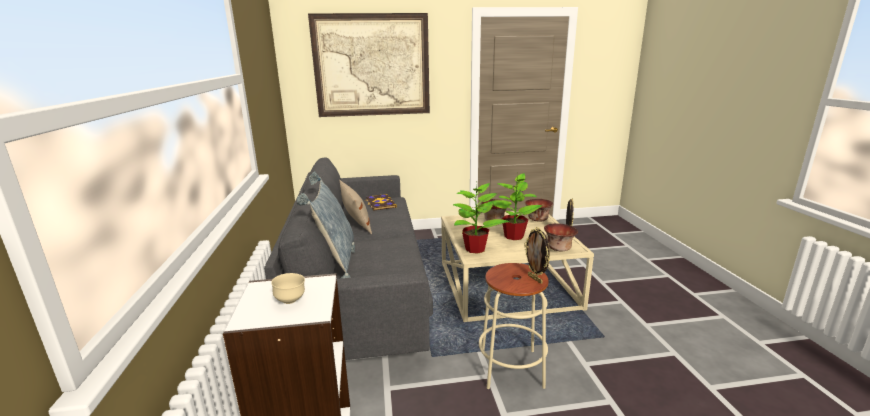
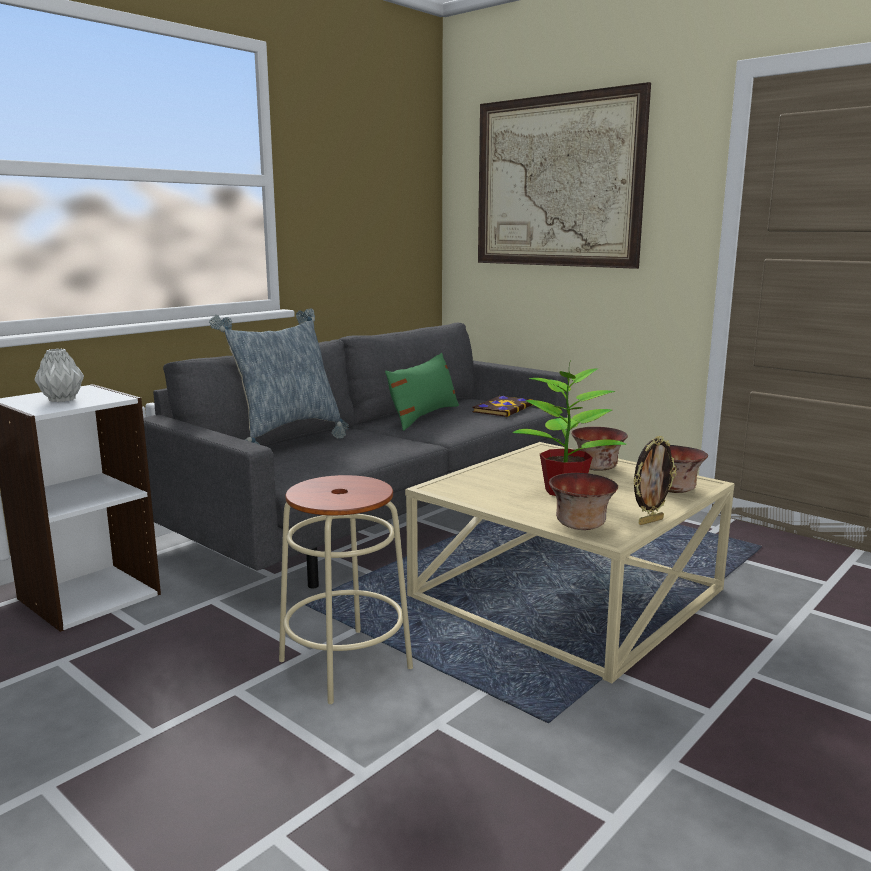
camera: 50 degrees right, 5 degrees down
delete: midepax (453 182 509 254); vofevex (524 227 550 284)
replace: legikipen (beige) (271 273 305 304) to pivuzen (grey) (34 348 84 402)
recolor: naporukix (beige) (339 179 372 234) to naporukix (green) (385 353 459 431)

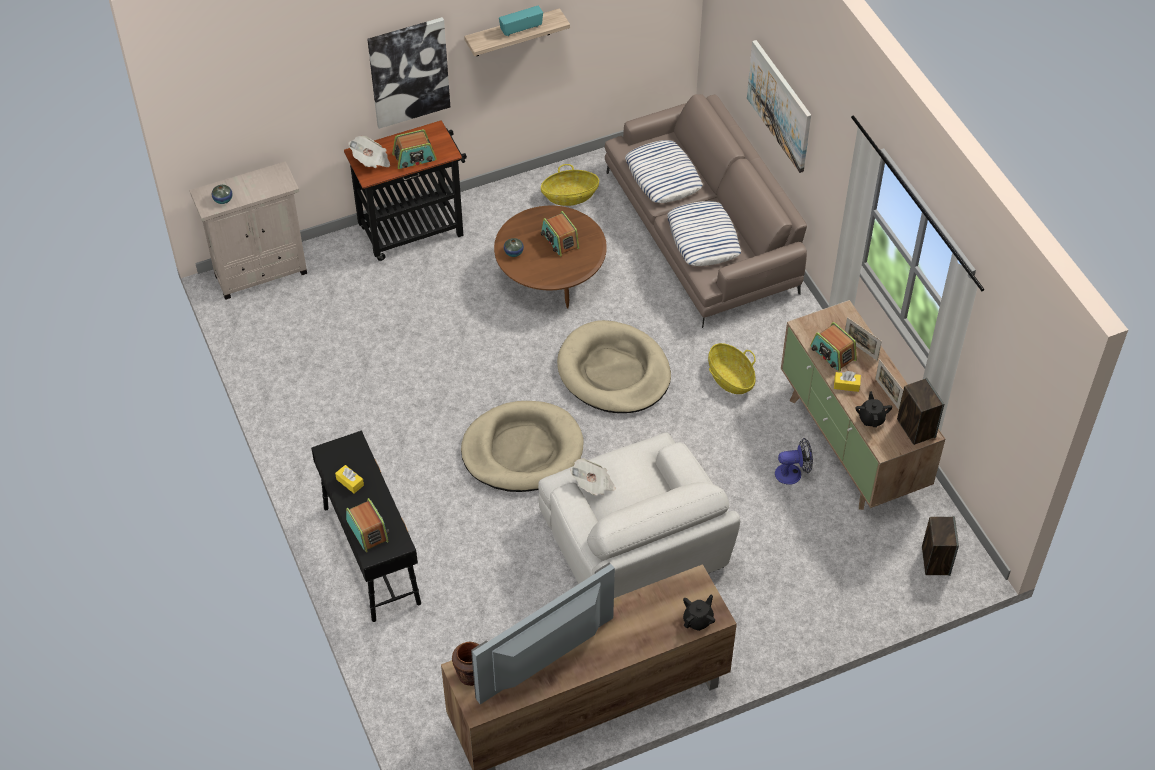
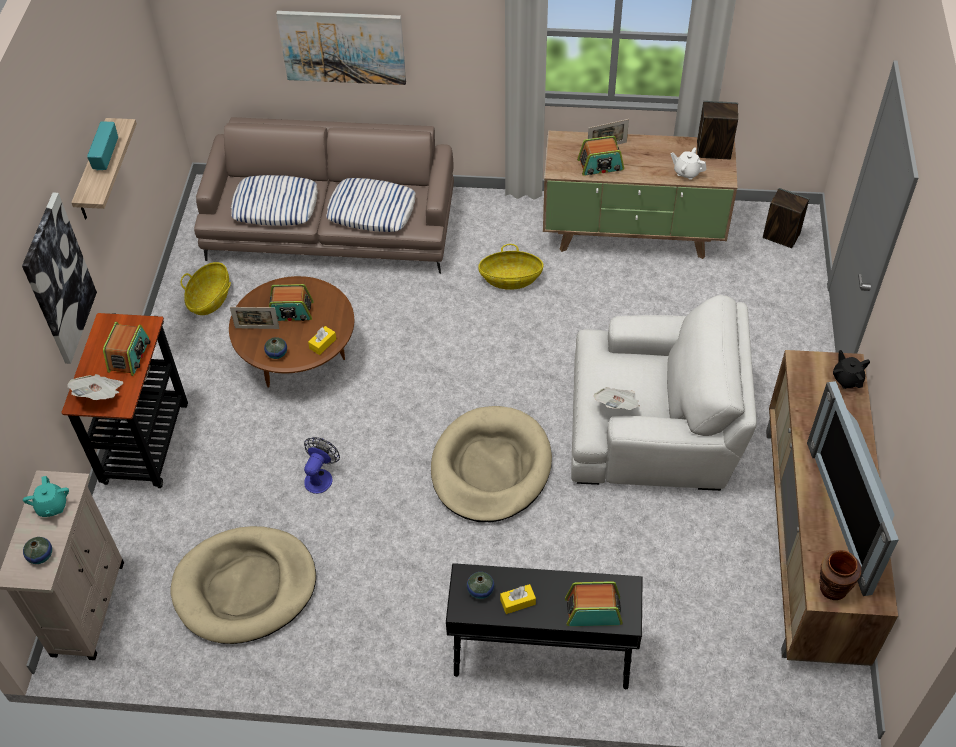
camera: 60 degrees left, 0 degrees up
insert: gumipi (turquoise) (23 476 69 517); pivuzen (467 572 494 599)
move: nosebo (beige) (557 320 671 413) to (170 526 316 644); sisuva (775 438 813 485) to (304 437 340 494); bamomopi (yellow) (834 371 861 392) to (308 326 336 355); vofevex (875 359 903 410) to (230 307 280 329)
recolor: gumipi (black) (855 391 892 427) to gumipi (white) (671 147 707 180)

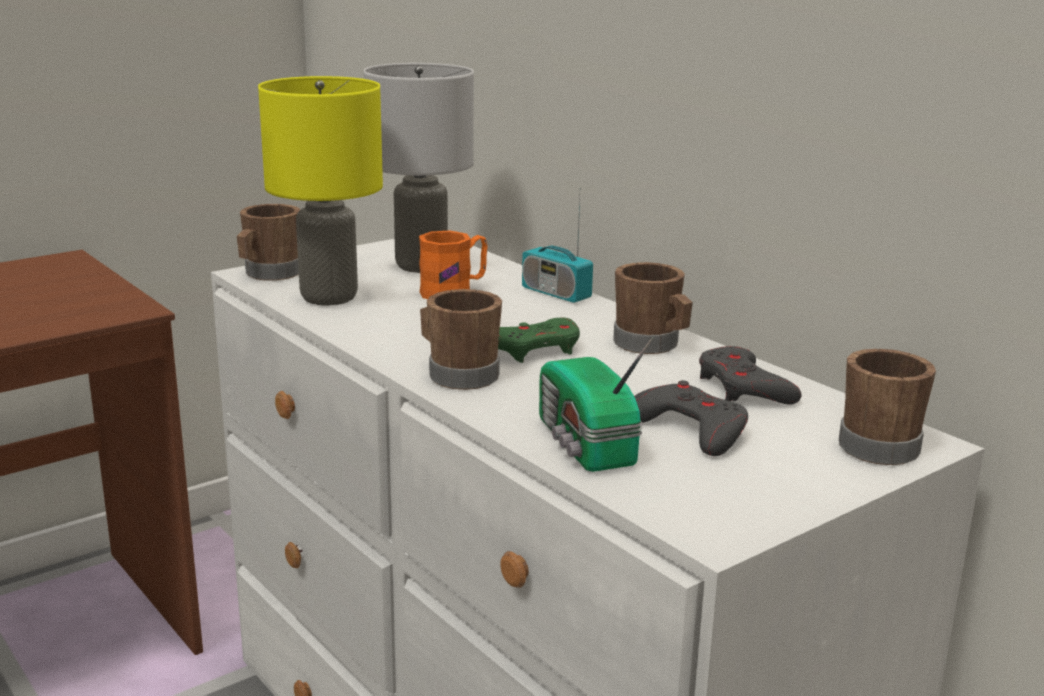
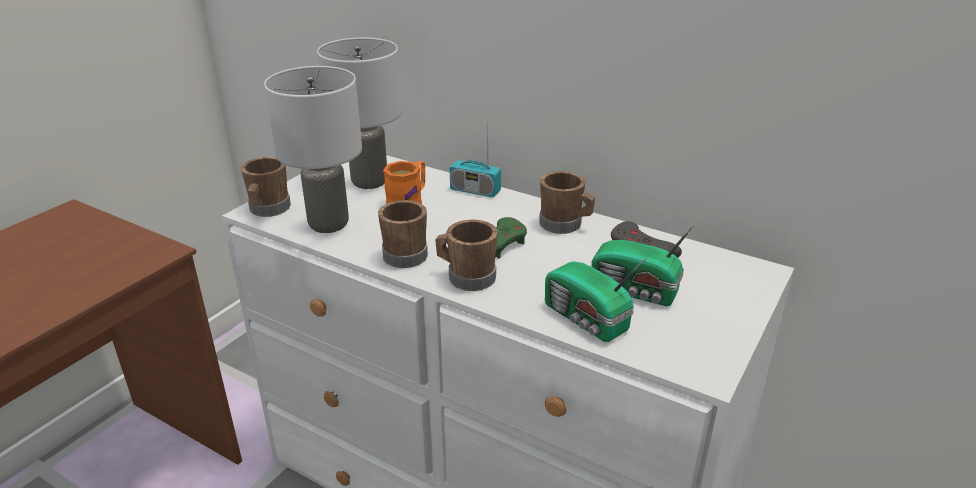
camera: 20 degrees left, 10 degrees up
move: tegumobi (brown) (839 349 936 465) to (378 200 428 268)
replace: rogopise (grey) (634 380 748 456) to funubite (591 220 698 306)
recolor: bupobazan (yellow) (258 76 383 306) to bupobazan (white) (264 66 362 233)

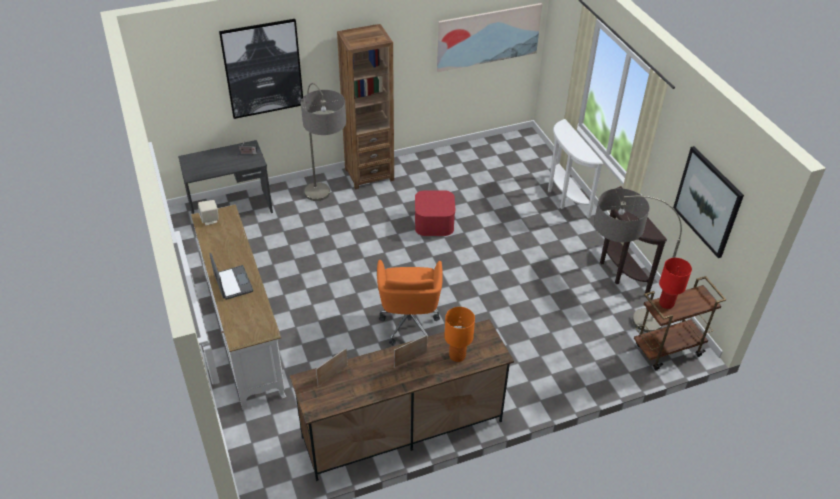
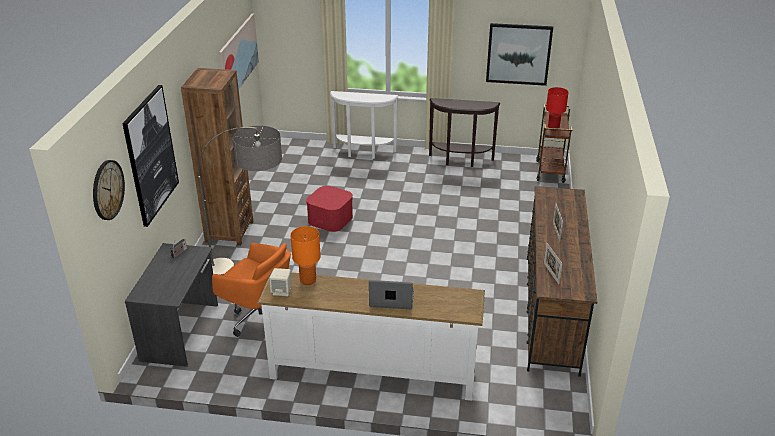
camera: 60 degrees left, 10 degrees down
delete: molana (594 188 682 332)
insert: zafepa (93 160 125 220)
move: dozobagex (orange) (377 260 443 346) to (212 243 291 337); bupobazan (orange) (444 307 475 362) to (290 226 321 285)

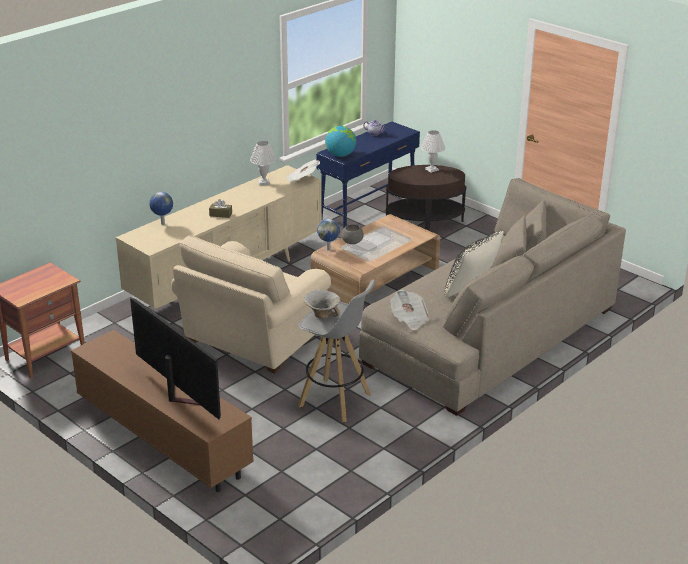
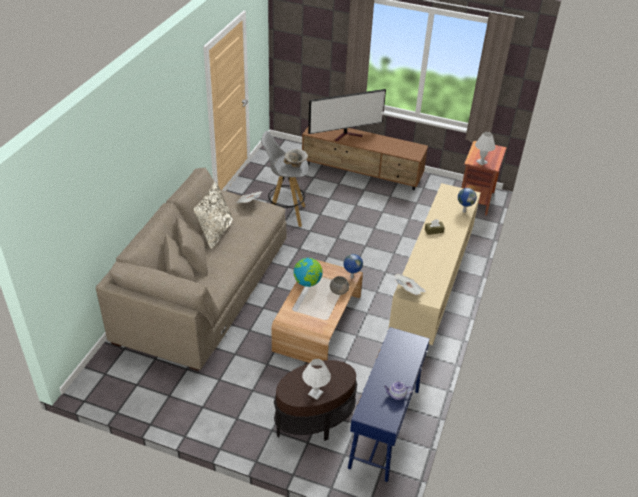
camera: 155 degrees right, 10 degrees up
delete: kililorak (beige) (171 235 331 374)
move: bupobazan (white) (250 141 277 186) to (475 132 495 165); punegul (325 126 356 157) to (294 258 323 287)
rotate: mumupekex (130 298 221 419) = (308 89 386 141) 45 degrees counterclockwise

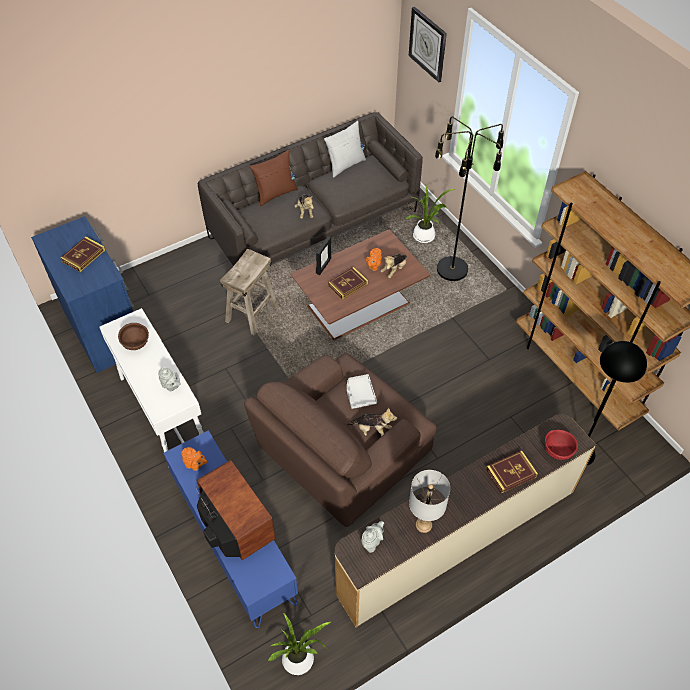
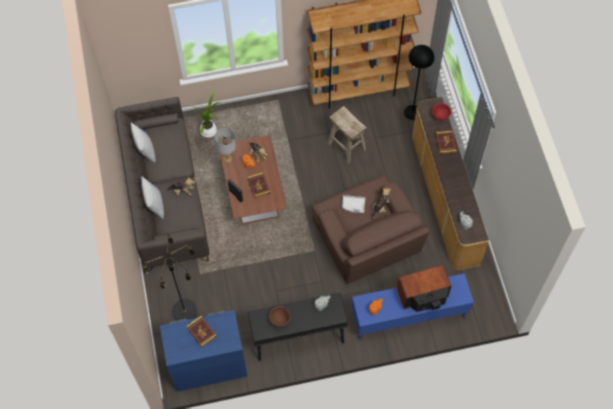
camera: 70 degrees left, 10 degrees up
delete: midepax (268 613 331 675); zafepa (409 7 447 83)
move: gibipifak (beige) (220 248 278 335) to (327 106 367 164); bupobazan (grey) (409 470 450 533) to (215 128 236 163); molana (435 116 504 281) to (143 234 197 321)
recolor: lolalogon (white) (100 308 204 468) to lolalogon (black) (248 292 348 361); naporukix (brown) (250 150 298 206) to naporukix (grey) (141 177 164 219)

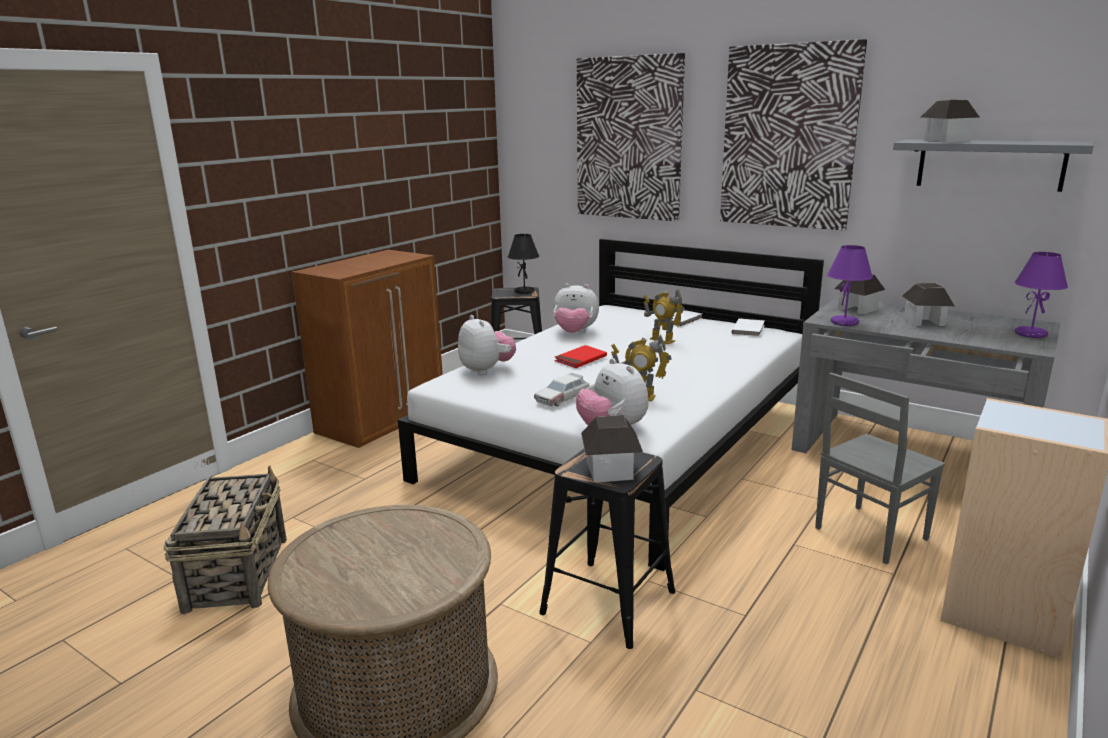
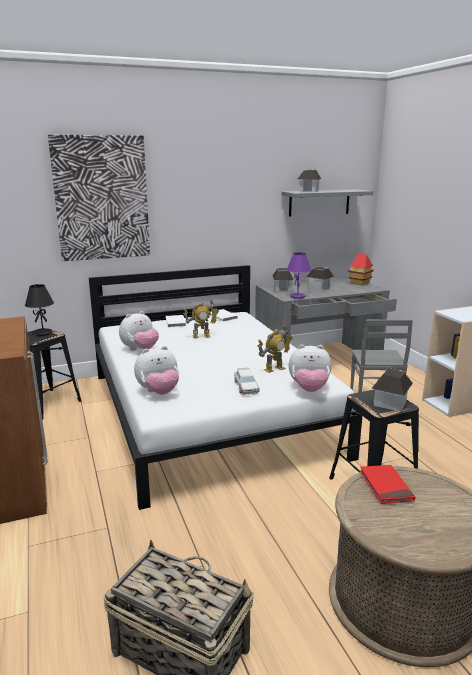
camera: 55 degrees left, 0 degrees up
delete: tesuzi (720 39 867 231)
move: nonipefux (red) (555 345 607 368) to (360 465 415 504)
replace: bupobazan (purple) (1015 252 1068 338) to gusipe (348 254 374 286)
rotate: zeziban (458 315 516 375) = (134 346 179 395) 150 degrees clockwise

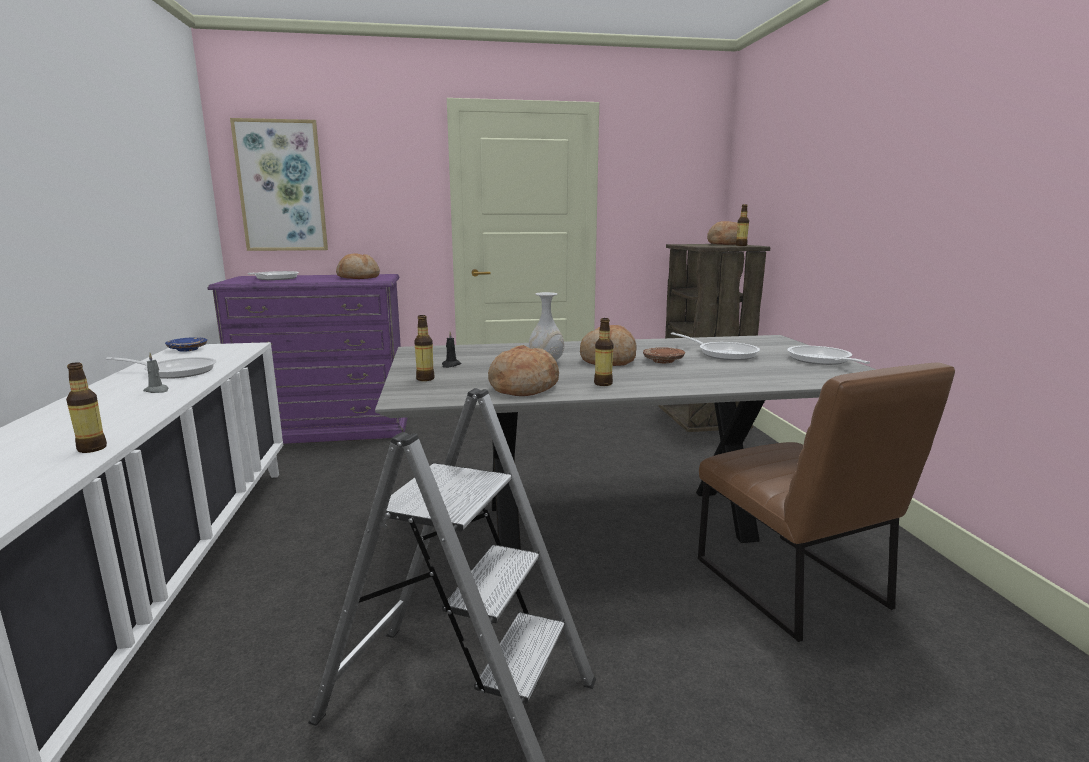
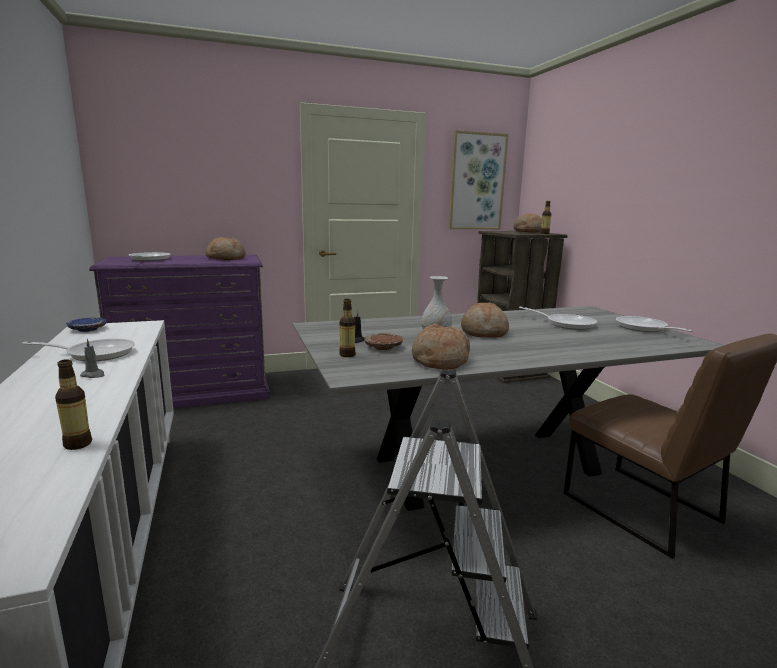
camera: 10 degrees left, 0 degrees up
delete: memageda (594 318 613 386)
move: tesuzi (230 118 328 251) to (448 130 509 229); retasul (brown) (643 347 685 363) to (364 333 403 350)

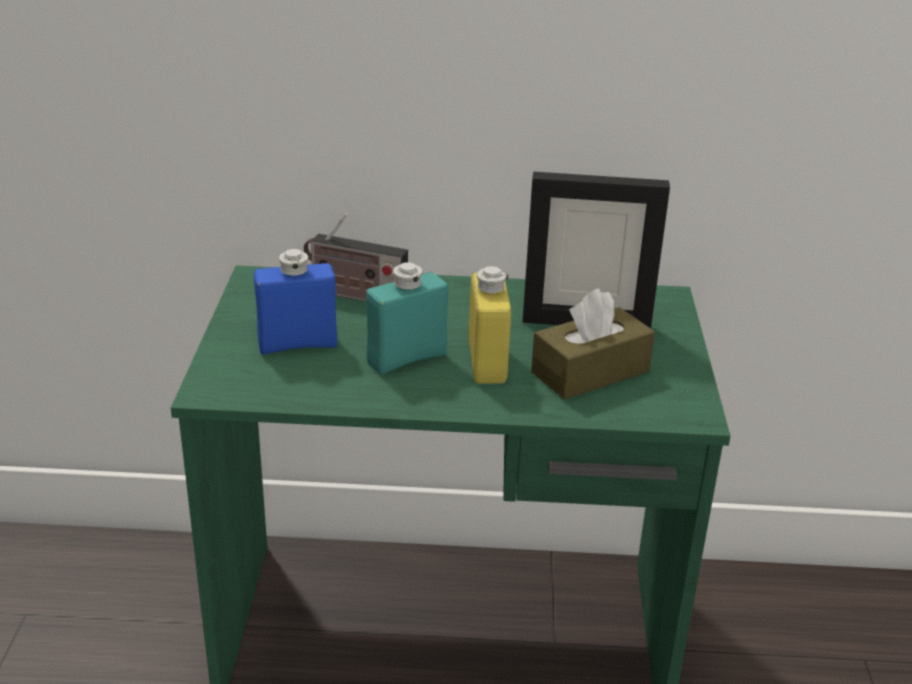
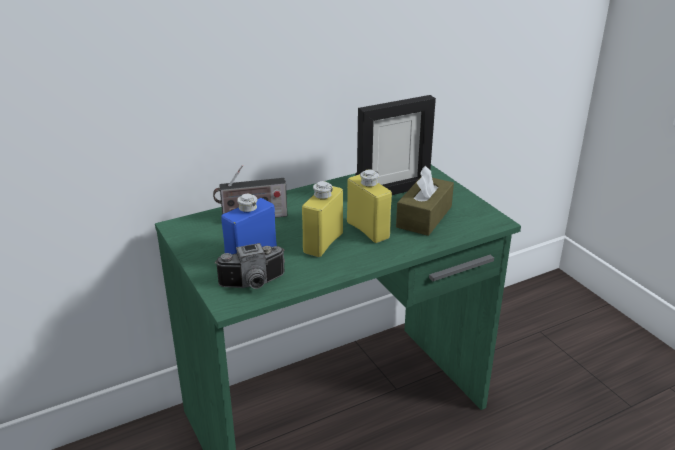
camera: 30 degrees left, 0 degrees up
insert: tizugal (215 243 285 289)
recolor: memageda (turquoise) (366 262 448 375) to memageda (yellow) (302 181 343 257)

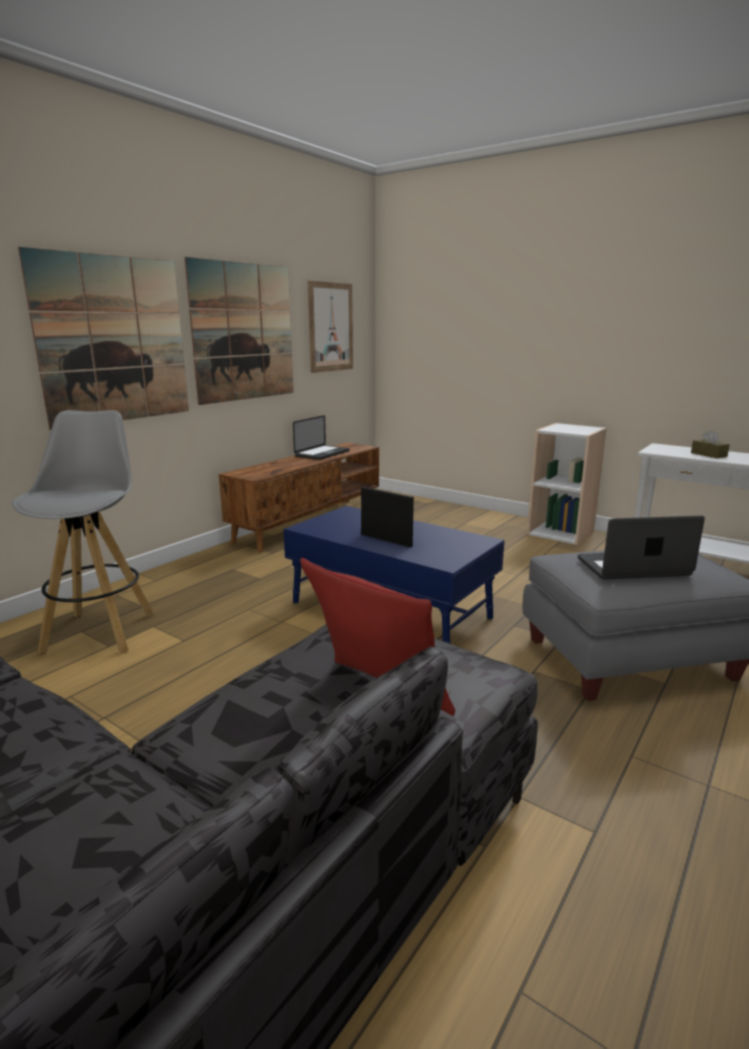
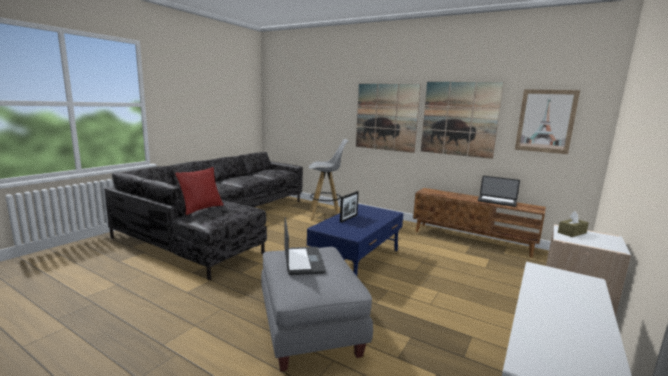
camera: 85 degrees right, 5 degrees down
move: bamomopi (brown) (691 430 730 458) to (558 211 589 237)

